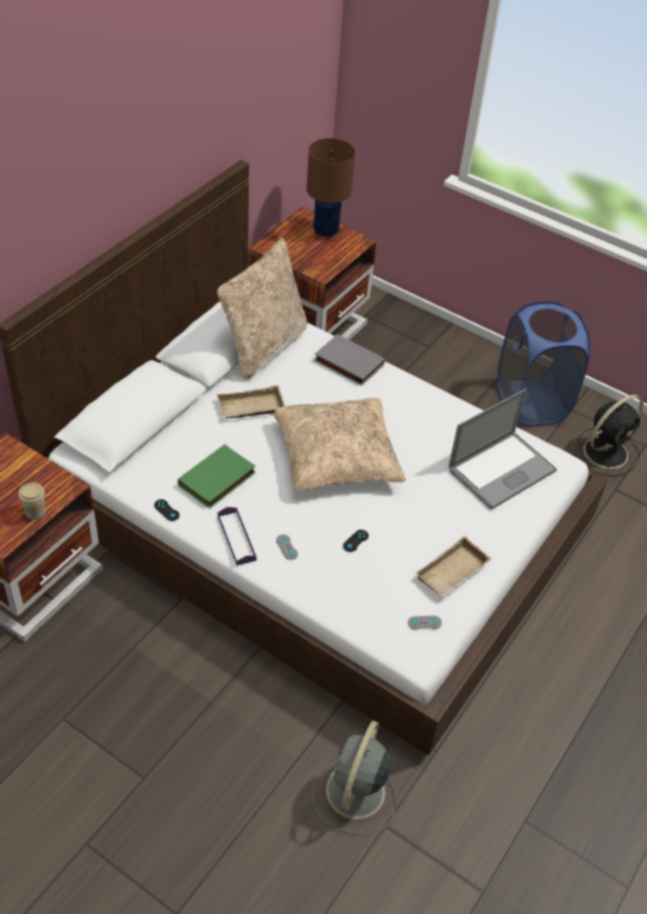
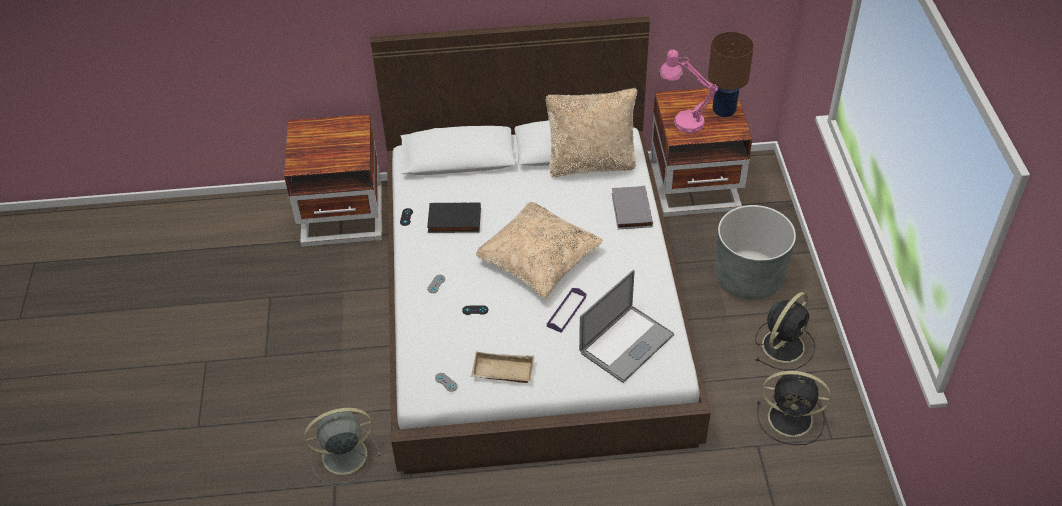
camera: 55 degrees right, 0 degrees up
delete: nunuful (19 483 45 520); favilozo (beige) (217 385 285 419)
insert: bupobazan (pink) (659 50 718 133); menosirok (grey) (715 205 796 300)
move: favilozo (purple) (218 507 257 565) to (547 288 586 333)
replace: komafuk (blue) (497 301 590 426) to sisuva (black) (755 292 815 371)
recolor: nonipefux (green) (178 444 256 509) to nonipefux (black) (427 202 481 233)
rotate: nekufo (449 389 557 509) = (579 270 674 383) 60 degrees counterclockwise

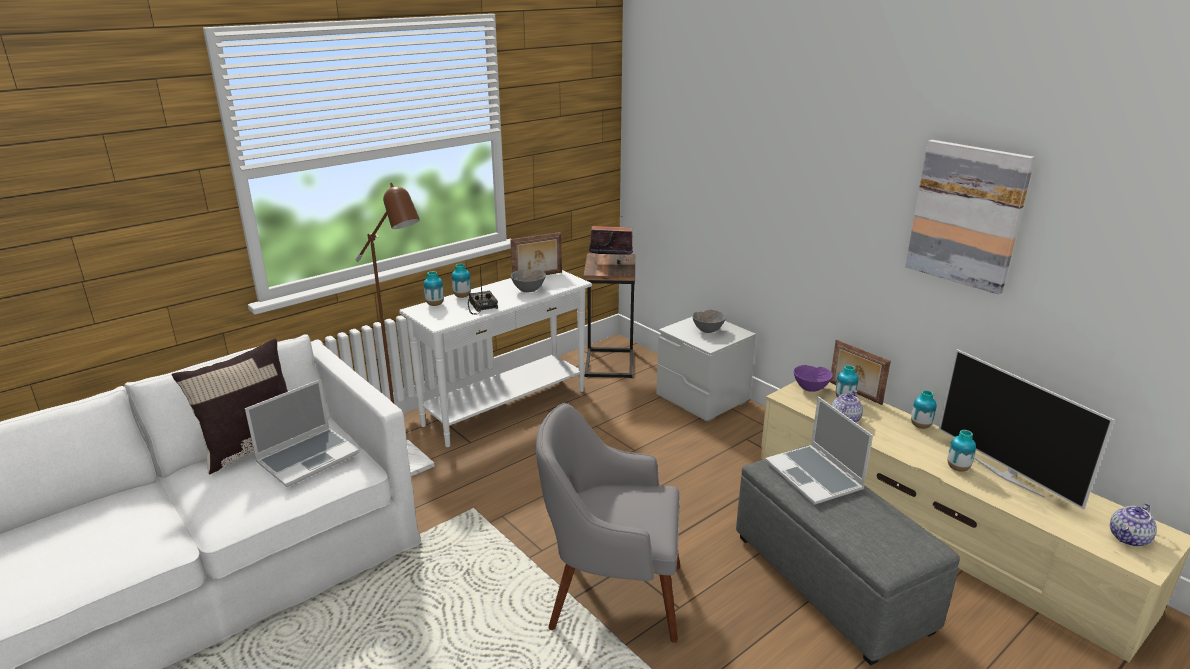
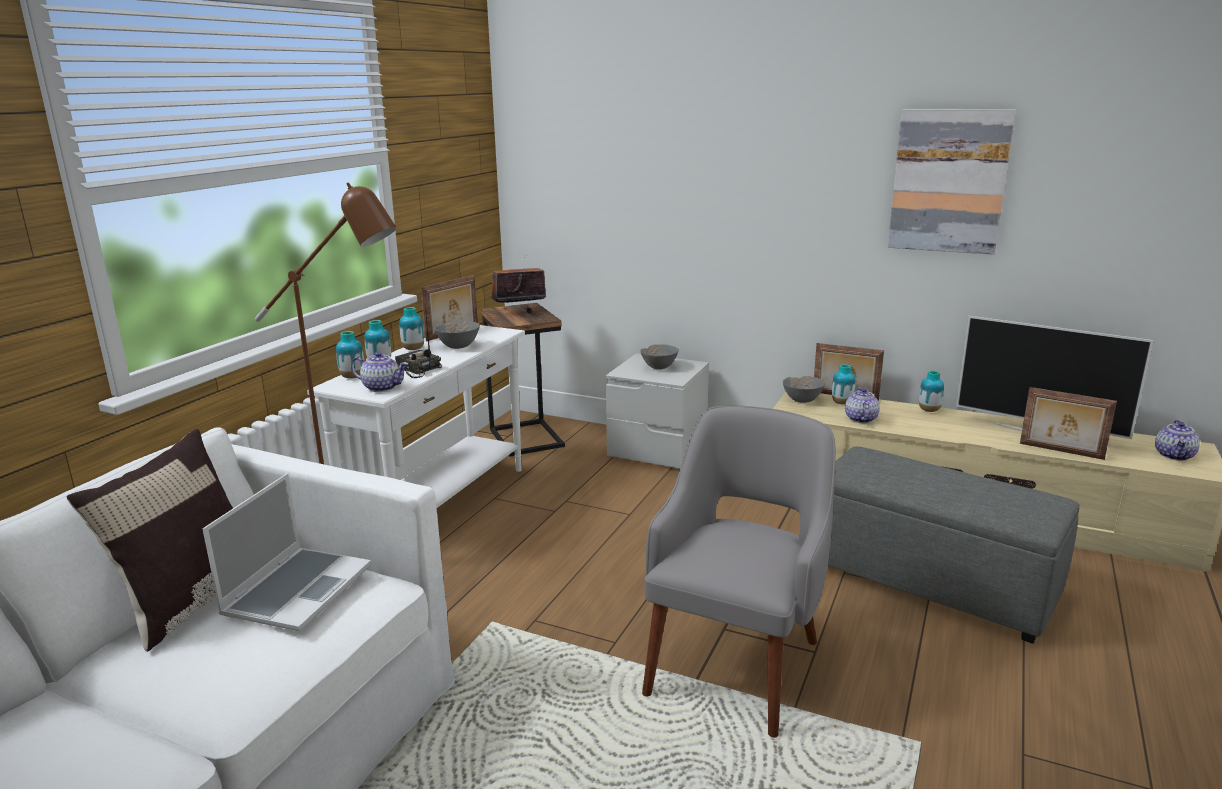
camera: 25 degrees left, 5 degrees down
delete: nekufo (765 397 873 505)
insert: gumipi (351 352 408 392); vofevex (1020 387 1117 460)
move: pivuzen (947 430 976 472) to (399 307 424 350)
recolor: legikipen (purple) (794 365 833 392) to legikipen (grey) (783 376 825 403)
rotate: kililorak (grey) (536 403 680 643) = (642 406 836 738) 135 degrees clockwise

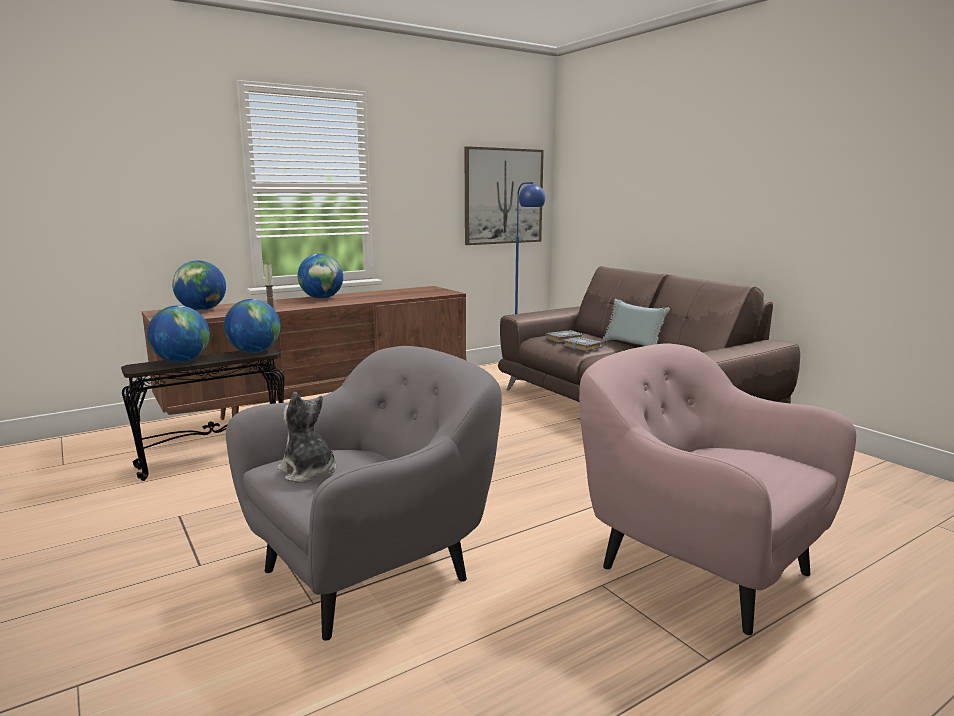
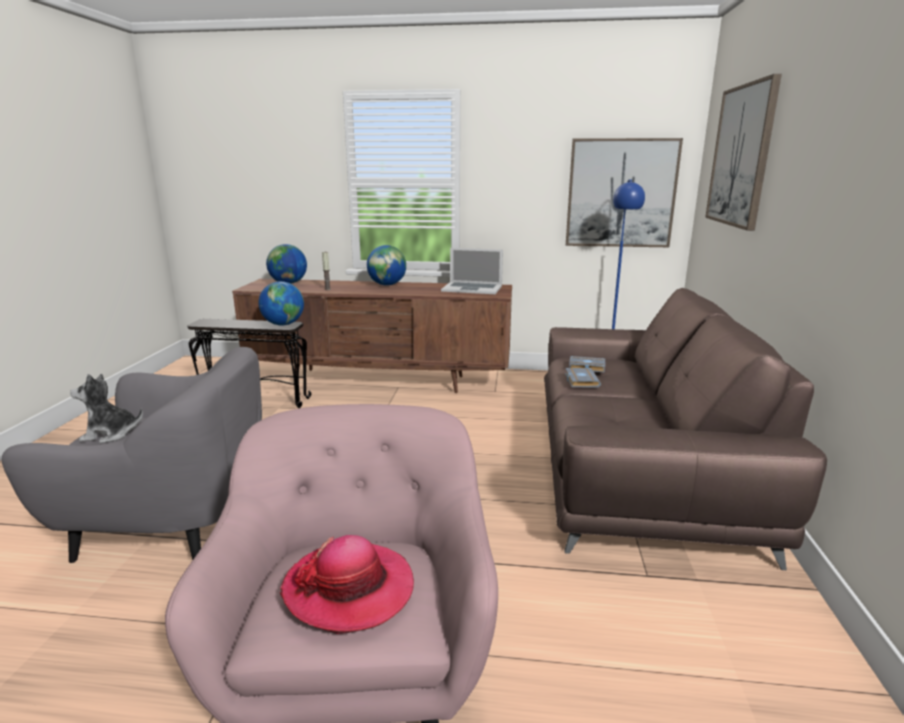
camera: 40 degrees right, 5 degrees up
delete: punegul (147 305 210 363); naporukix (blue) (603 299 670 346)
insert: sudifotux (279 535 414 634); nekufo (441 248 503 294); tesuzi (705 74 782 231)
rotate: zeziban (277 392 336 483) = (70 374 143 443) 90 degrees counterclockwise

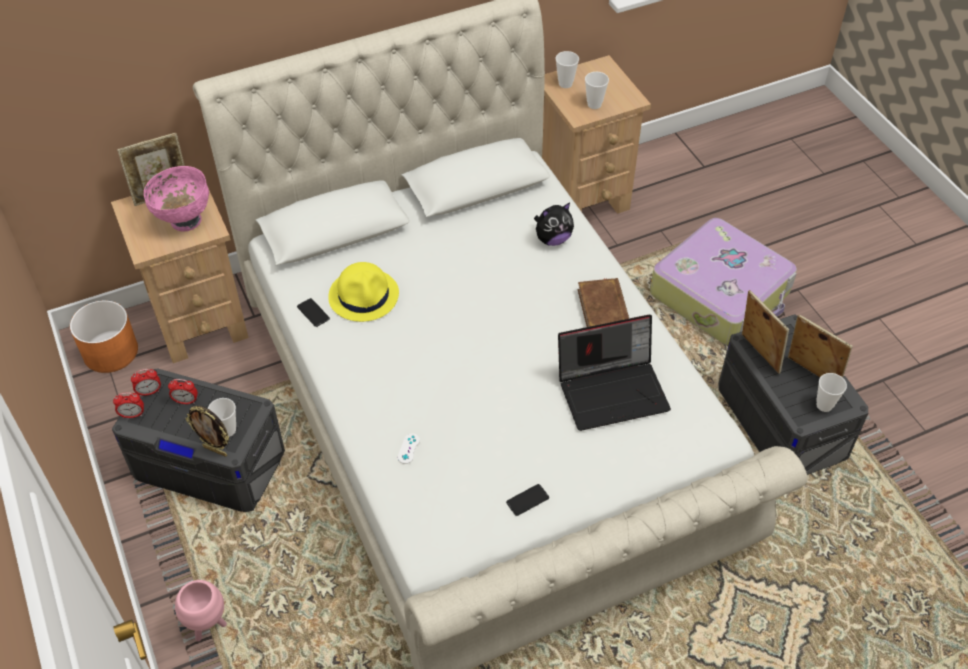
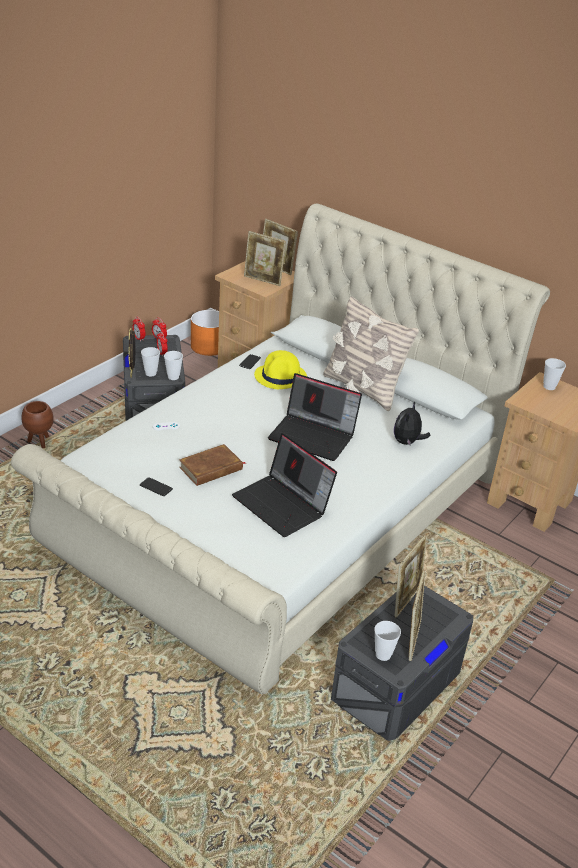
camera: 60 degrees right, 15 degrees down
delete: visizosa (650 218 797 345)
insert: nekufo (268 373 362 461); naporukix (beige) (323 297 419 411)
move: nonipefux (brown) (578 278 629 327) to (179 444 246 486); nunuful (585 72 609 109) to (164 351 183 380)
replace: legikipen (pink) (144 166 209 232) to vofevex (244 231 286 286)
recolor: menosirok (pink) (175 580 227 641) to menosirok (brown) (21 401 54 448)
rotate: zeziban (534 203 574 246) = (394 402 431 446) 75 degrees clockwise

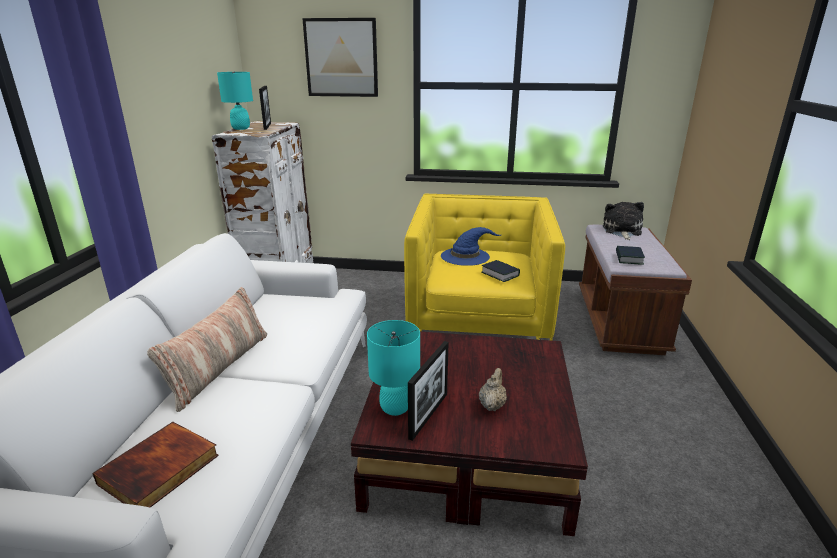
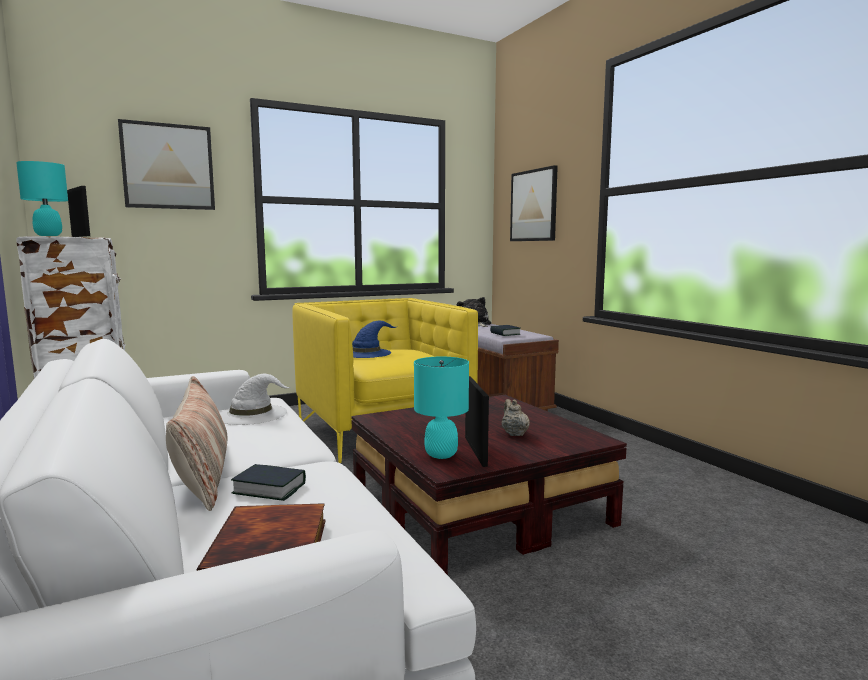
camera: 35 degrees left, 15 degrees down
insert: sudifotux (white) (219 374 290 425); tesuzi (510 165 558 241)
move: nonipefux (482 260 520 282) to (231 464 306 501)

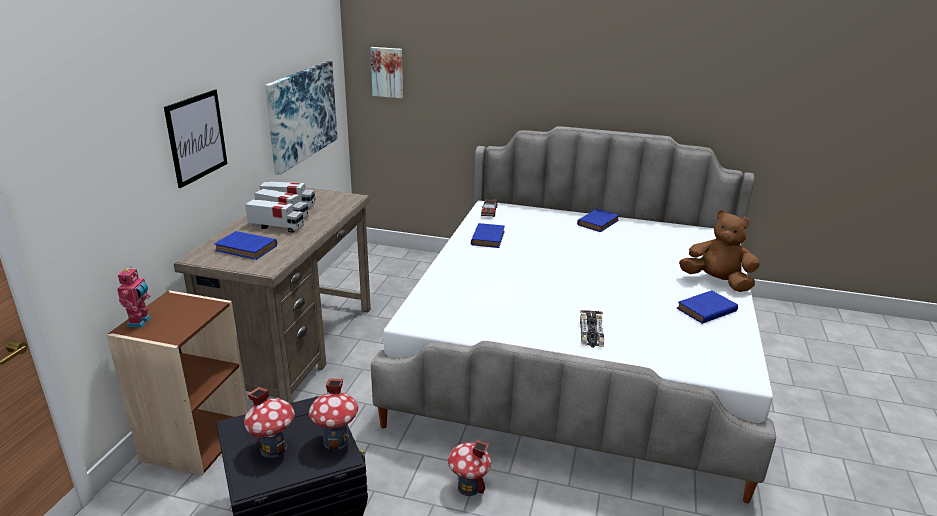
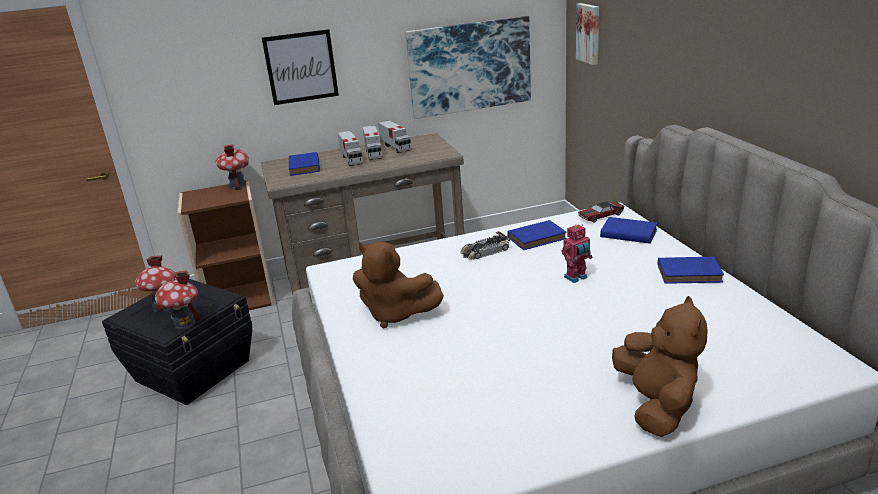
camera: 60 degrees right, 0 degrees up
insert: zeziban (brown) (353 242 444 329)
move: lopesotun (117 266 151 328) to (561 224 592 283); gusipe (448 439 491 496) to (215 144 249 190); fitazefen (580 310 604 348) to (460 231 510 260); nonipefux (blue) (677 290 738 324) to (600 217 657 244)

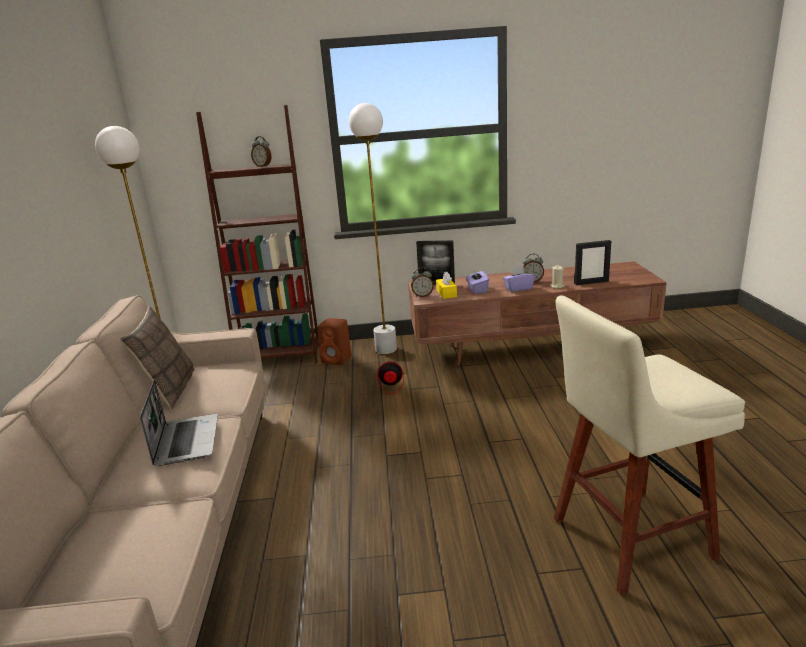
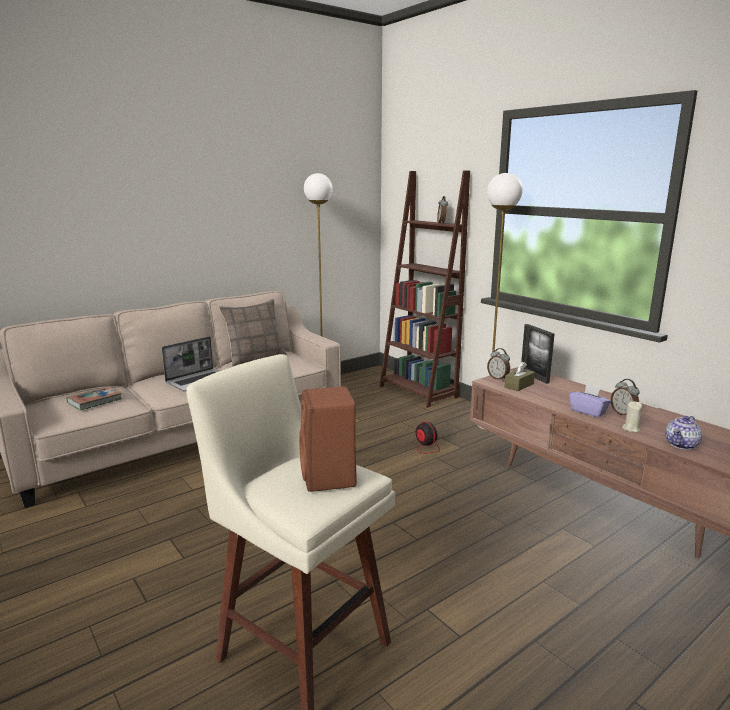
camera: 55 degrees right, 5 degrees down
delete: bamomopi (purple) (466 271 489 294)
insert: nonipefux (67 386 123 411)
move: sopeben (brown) (318 318 352 365) to (299 386 357 492)
replace: vofevex (574 240 611 285) to gumipi (665 416 702 450)
recolor: bamomopi (yellow) (436 272 457 299) to bamomopi (brown) (504 362 535 391)

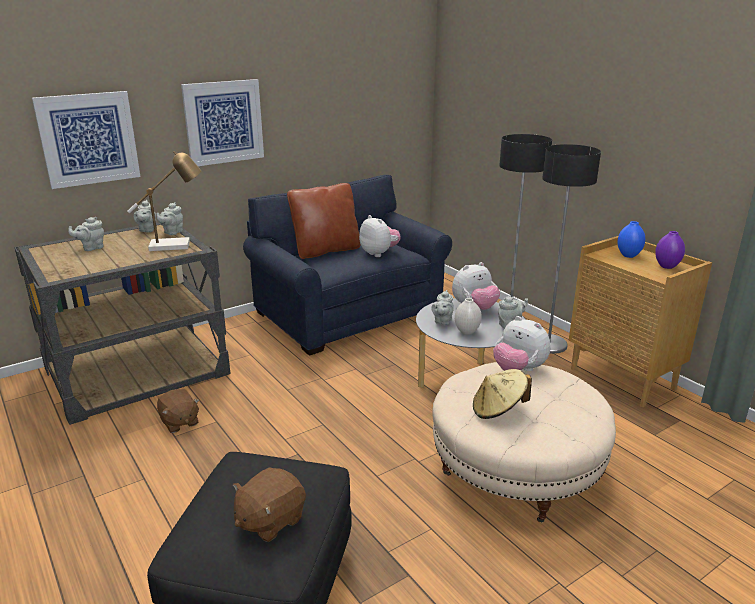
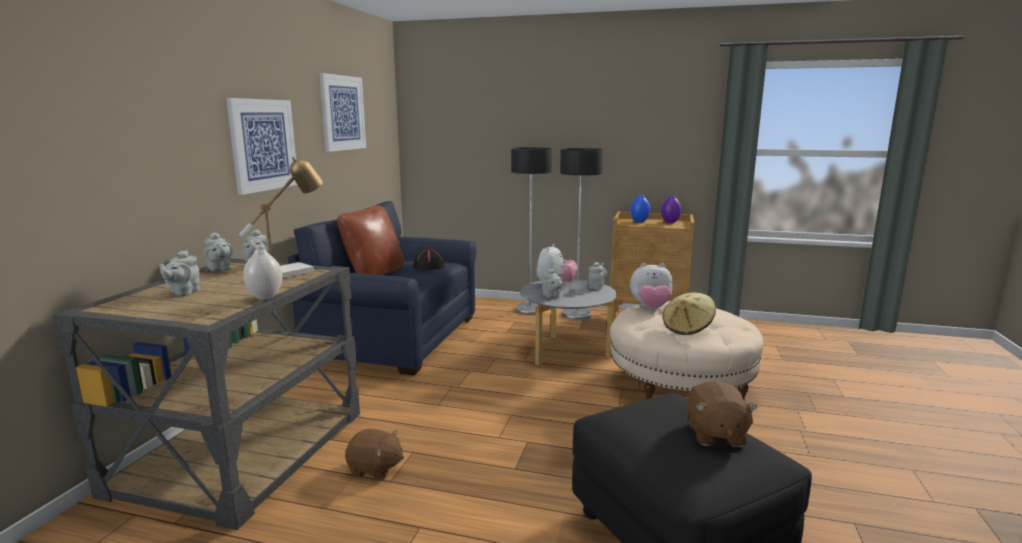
camera: 40 degrees left, 10 degrees down
move: tesuzi (32 91 140 189) to (320 73 366 152); pivuzen (white) (455 298 482 335) to (243 249 282 300)
replace: zeziban (359 215 401 257) to sudifotux (black) (413 248 445 270)

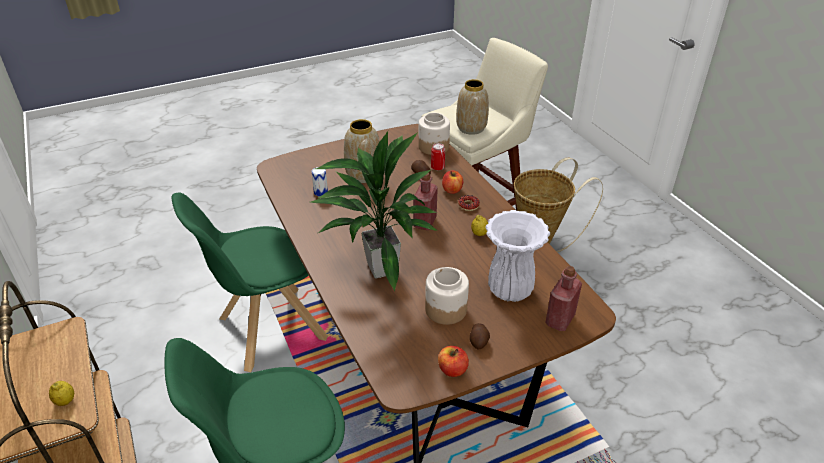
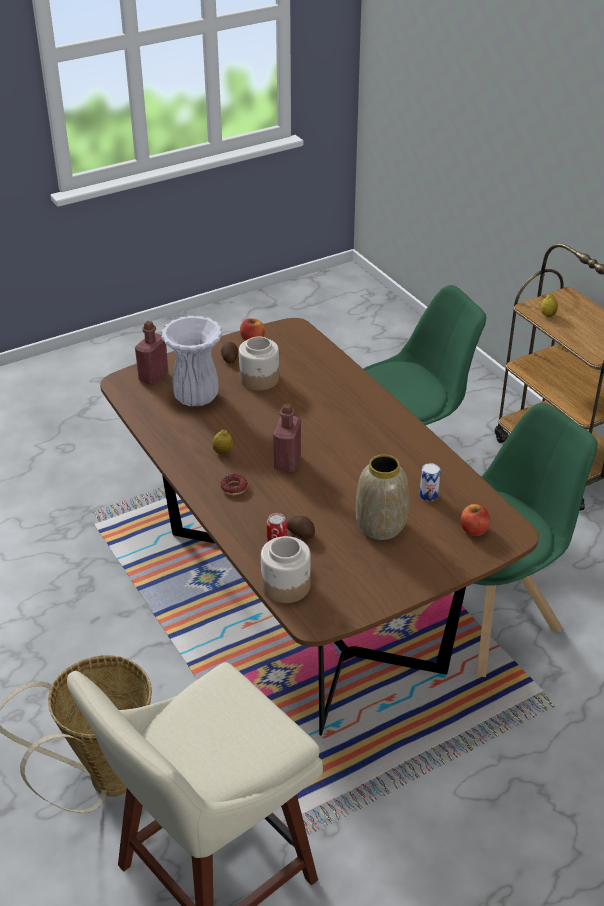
camera: 175 degrees right, 0 degrees up
delete: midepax (311 131 438 292); pivuzen (456 79 489 135)
move: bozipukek (442 170 463 194) to (461 504 490 536)

